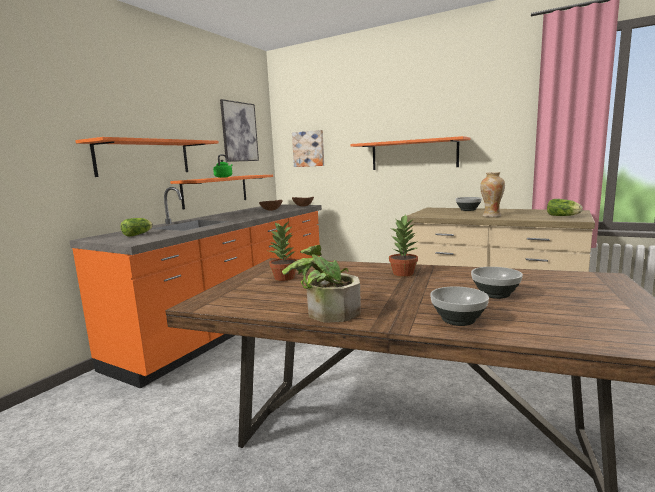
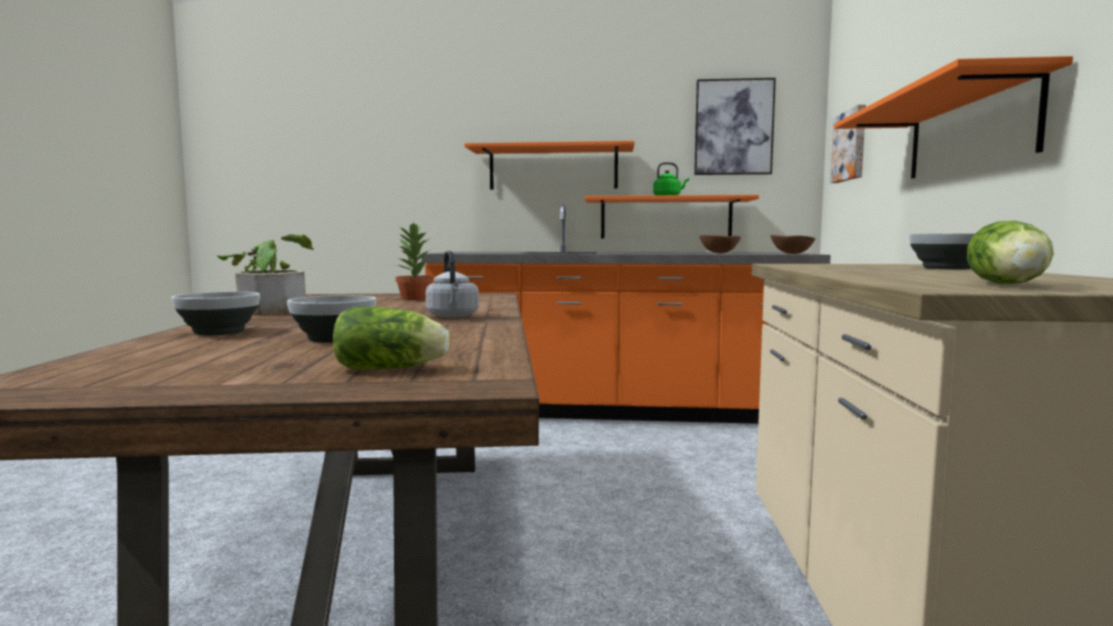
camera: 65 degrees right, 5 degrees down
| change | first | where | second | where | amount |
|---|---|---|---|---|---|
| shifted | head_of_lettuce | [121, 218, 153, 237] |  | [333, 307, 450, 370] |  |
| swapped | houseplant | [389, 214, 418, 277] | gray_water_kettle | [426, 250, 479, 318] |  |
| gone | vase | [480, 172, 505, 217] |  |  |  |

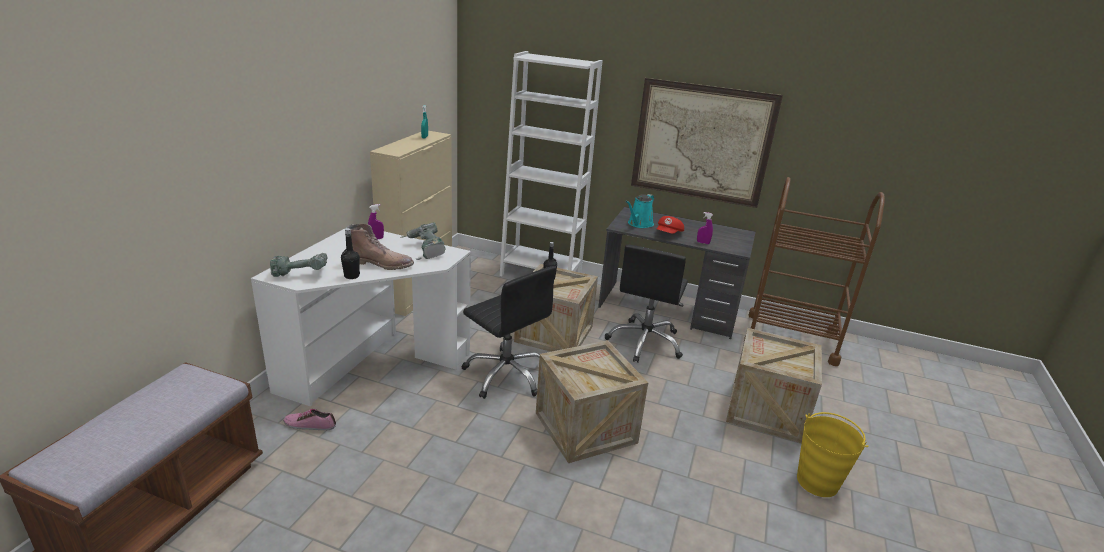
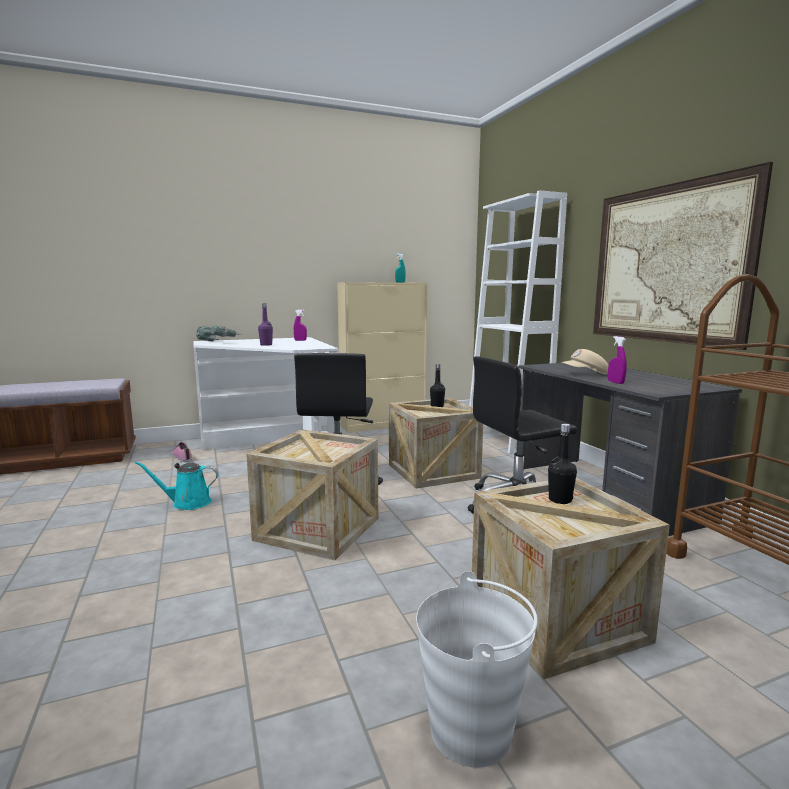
camera: 50 degrees right, 15 degrees down
| change | first | where | second | where | amount |
|---|---|---|---|---|---|
| shifted | blue-green_watering_can | [626, 194, 654, 228] |  | [135, 461, 219, 510] |  |
| swapped | brownish_boot | [347, 224, 414, 270] | purple-coloured_beverage_bottle | [258, 304, 273, 346] |  |
| repainted | yellow_water_bucket | [797, 412, 869, 497] | white-coloured_water_bucket | [416, 571, 538, 768] |  |
| shifted | black-coloured_beverage_bottle | [341, 228, 360, 279] |  | [548, 424, 577, 504] |  |
| repainted | reddish_baseball_cap | [657, 216, 684, 234] | beige-coloured_baseball_cap | [561, 349, 609, 375] |  |
| gone | electric_drill | [401, 222, 446, 260] |  |  |  |

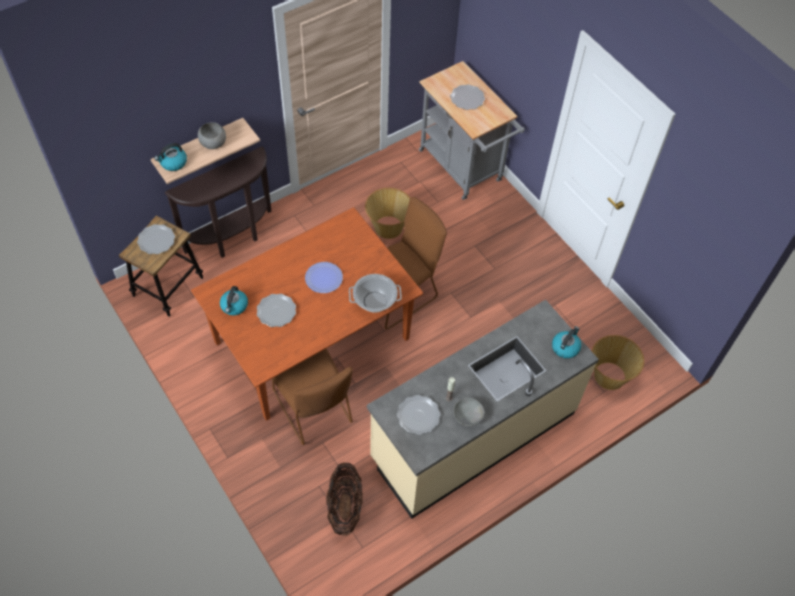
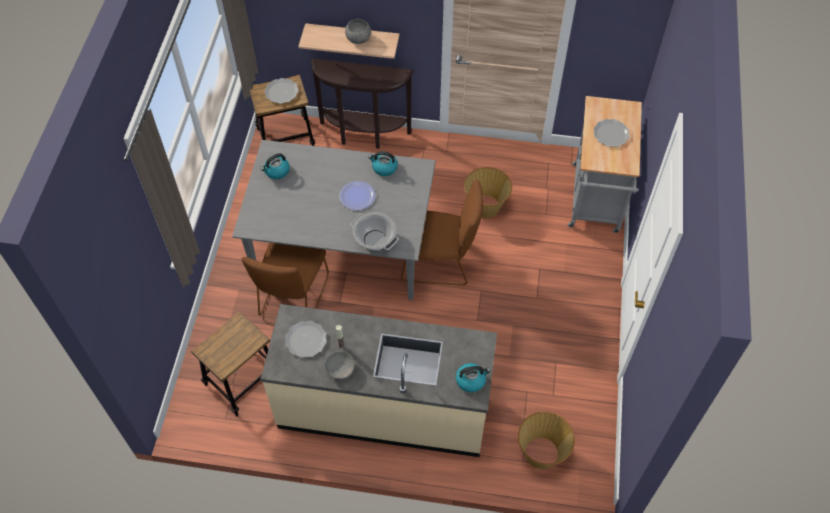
camera: 45 degrees right, 0 degrees up
| change | first | where | second | where | amount |
|---|---|---|---|---|---|
| swapped | storage_basket | [326, 462, 363, 536] | stool | [191, 311, 270, 416] |  |
| repainted | brownish_kitchen_table | [191, 207, 423, 421] | gray_kitchen_table | [232, 140, 436, 300] |  |
| shifted | water_kettle | [154, 143, 187, 171] |  | [368, 151, 398, 176] |  |
| gone | plate | [257, 294, 296, 327] |  |  |  |

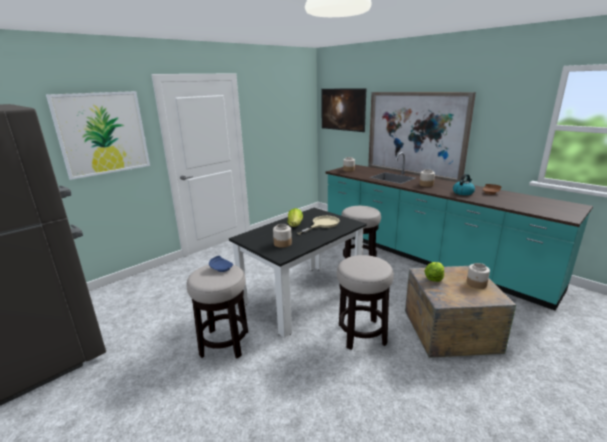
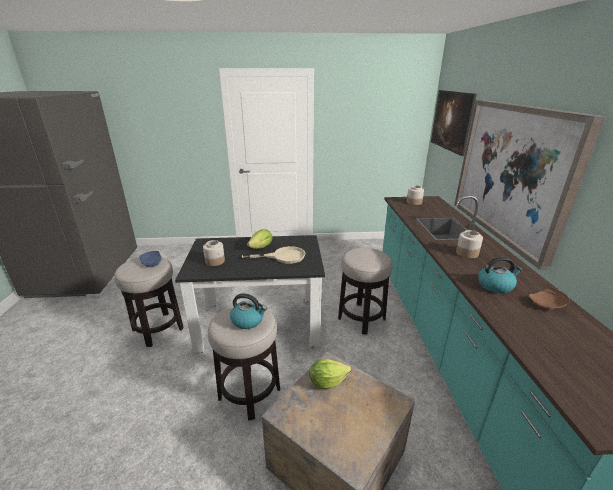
camera: 40 degrees right, 5 degrees up
| change | first | where | second | where | amount |
|---|---|---|---|---|---|
| new |  |  | water_kettle | [230, 293, 267, 329] |  |
| gone | wall_picture | [46, 91, 150, 180] |  |  |  |
| gone | jar | [467, 263, 490, 289] |  |  |  |

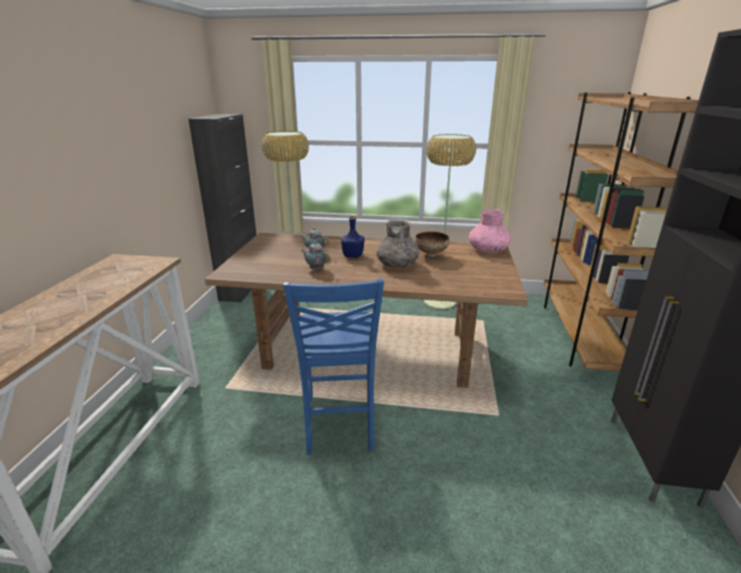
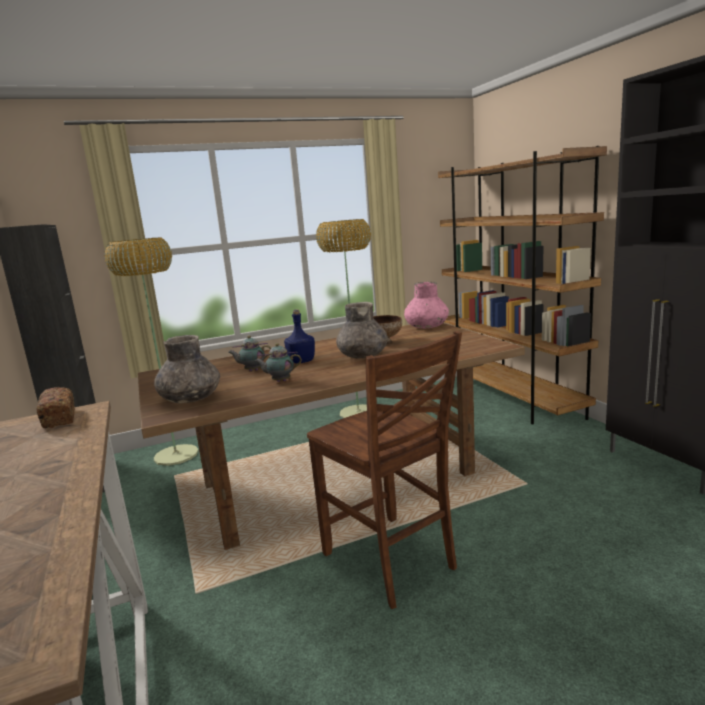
camera: 30 degrees left, 10 degrees down
| change | first | where | second | where | amount |
|---|---|---|---|---|---|
| new |  |  | baked_bread | [36, 387, 75, 428] |  |
| new |  |  | gray_vase | [154, 335, 220, 403] |  |
| repainted | blue_chair | [283, 279, 384, 455] | brownish_chair | [307, 331, 462, 609] |  |

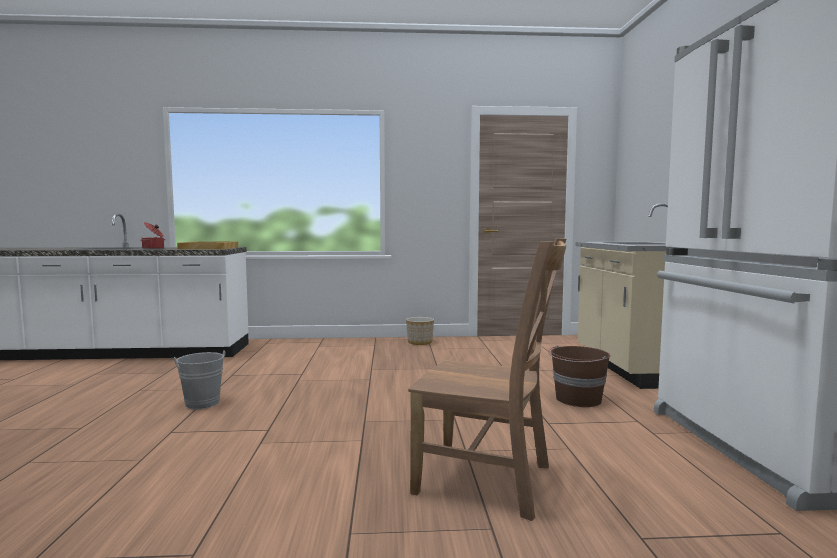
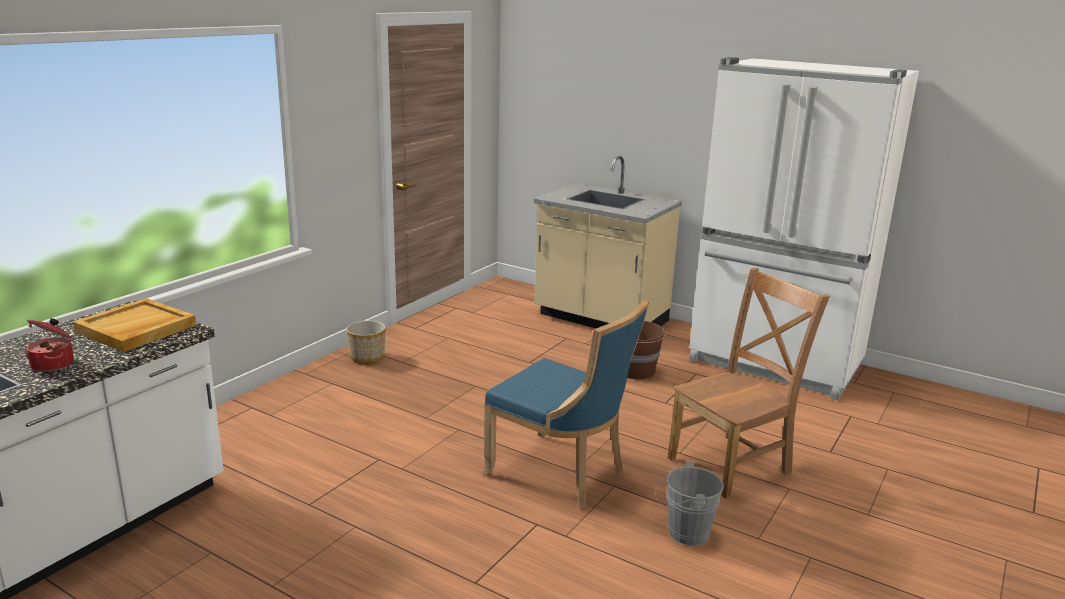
camera: 55 degrees left, 15 degrees up
| change | first | where | second | where | amount |
|---|---|---|---|---|---|
| new |  |  | blue_chair | [482, 301, 649, 509] |  |
| shifted | gray_water_bucket | [174, 350, 225, 410] |  | [655, 461, 724, 546] |  |

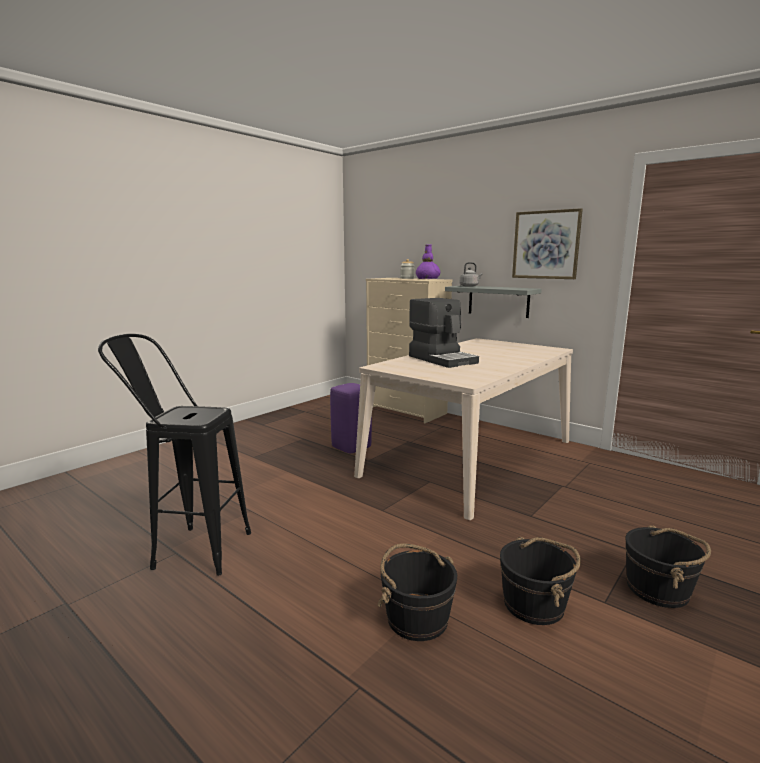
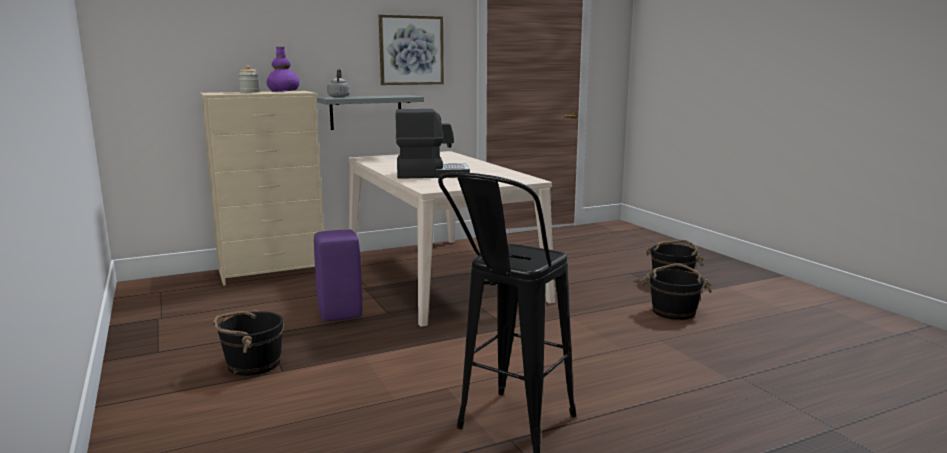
camera: 65 degrees left, 0 degrees up
| change | first | where | second | where | amount |
|---|---|---|---|---|---|
| shifted | black-coloured_water_bucket | [377, 543, 457, 641] |  | [213, 310, 283, 376] |  |

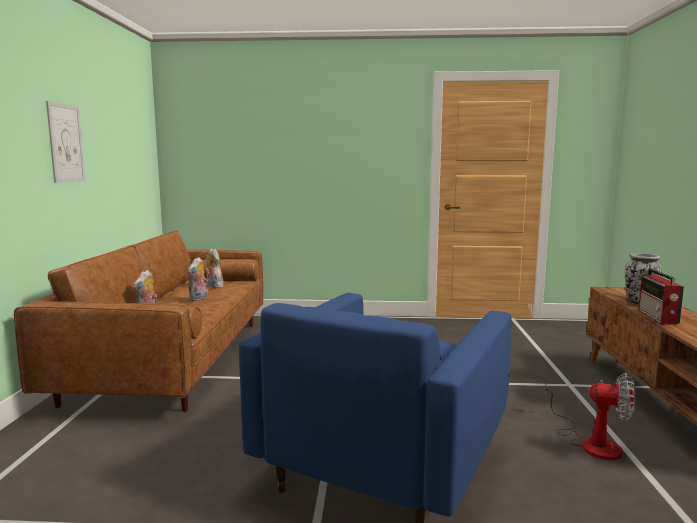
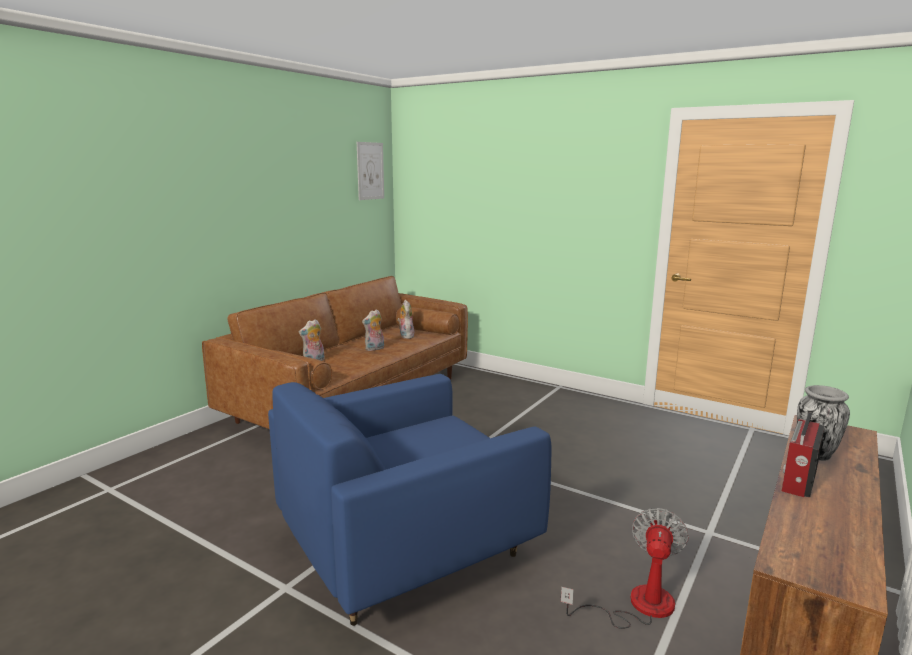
camera: 30 degrees right, 5 degrees up
| change | first | where | second | where | amount |
|---|---|---|---|---|---|
| shifted | wall_picture | [46, 101, 85, 183] |  | [357, 142, 384, 200] |  |
| rotated | cooling_fan | [545, 373, 636, 460] |  | [561, 508, 689, 629] | 120 degrees counterclockwise |

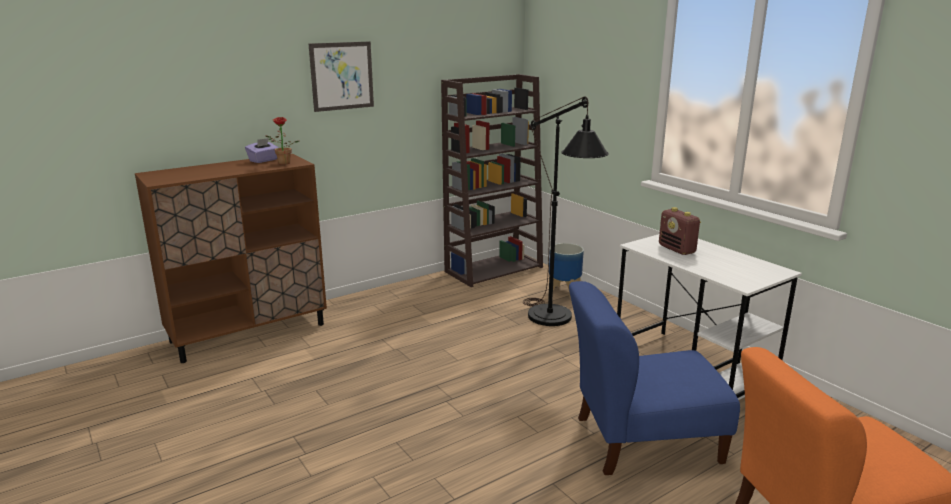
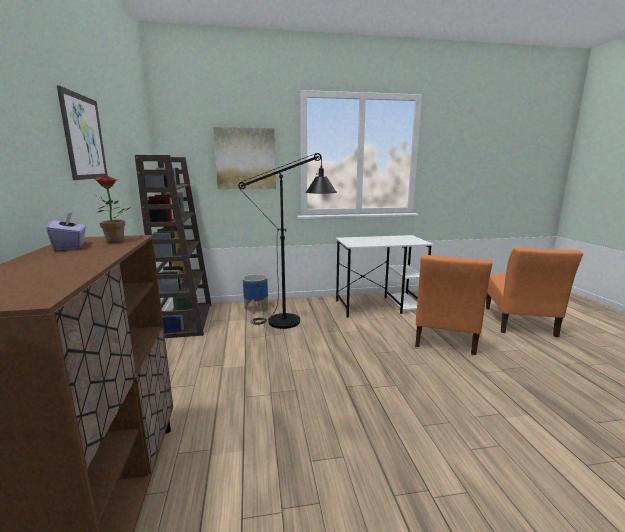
camera: 65 degrees left, 5 degrees down
| change | first | where | second | where | amount |
|---|---|---|---|---|---|
| new |  |  | wall_picture | [213, 127, 276, 189] |  |
| repainted | blue_chair | [569, 281, 740, 475] | orange-coloured_chair | [415, 255, 492, 355] |  |
| gone | radio_set | [659, 207, 701, 255] |  |  |  |

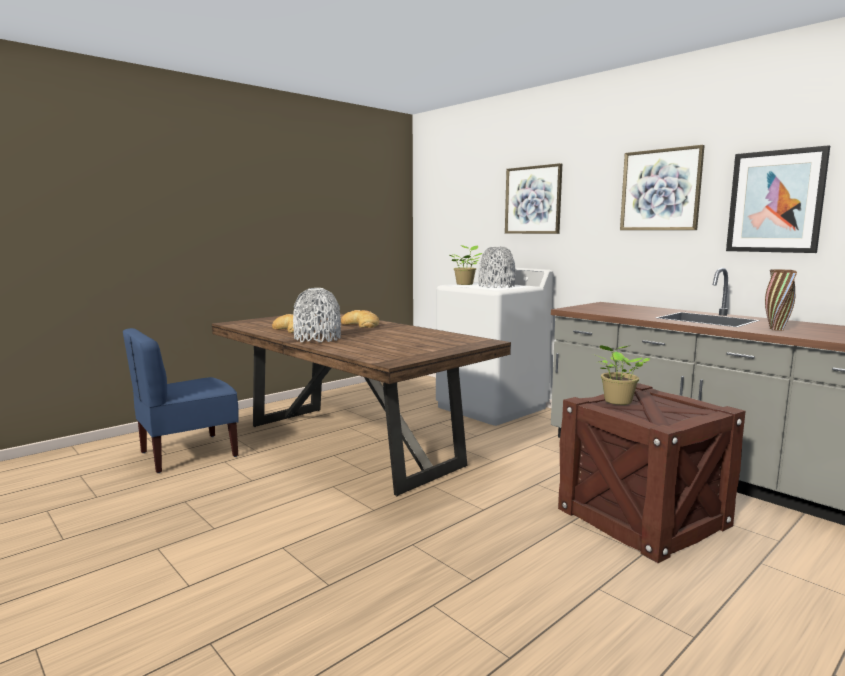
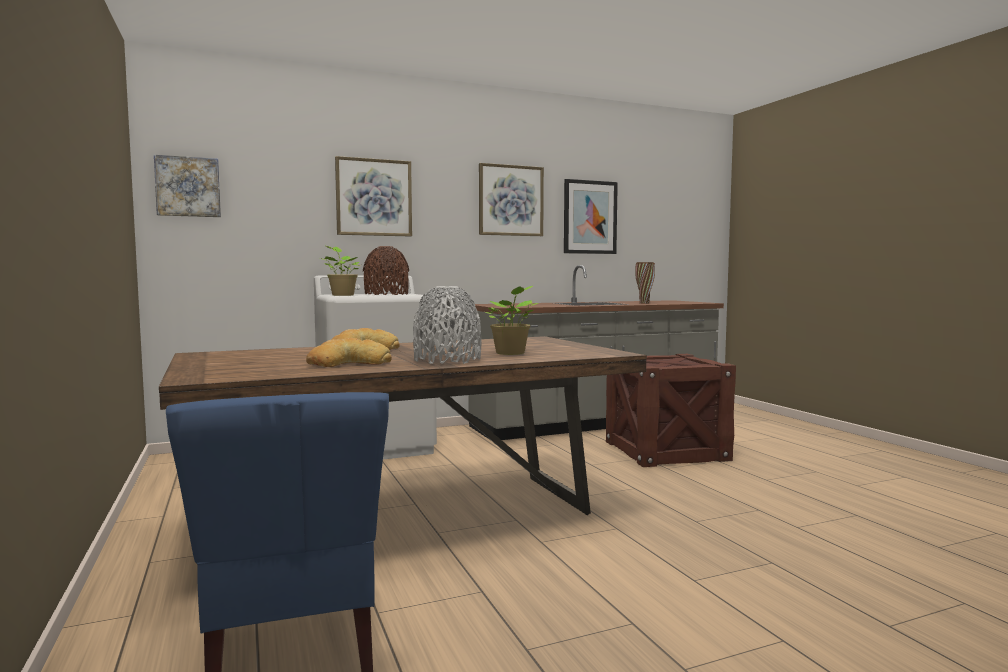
camera: 70 degrees left, 5 degrees down
| change | first | where | second | where | amount |
|---|---|---|---|---|---|
| new |  |  | wall_picture | [154, 155, 221, 217] |  |
| repainted | gray_vase | [478, 246, 516, 288] | brownish_vase | [363, 246, 409, 295] |  |
| shifted | houseplant | [593, 345, 650, 405] |  | [486, 286, 538, 355] |  |

